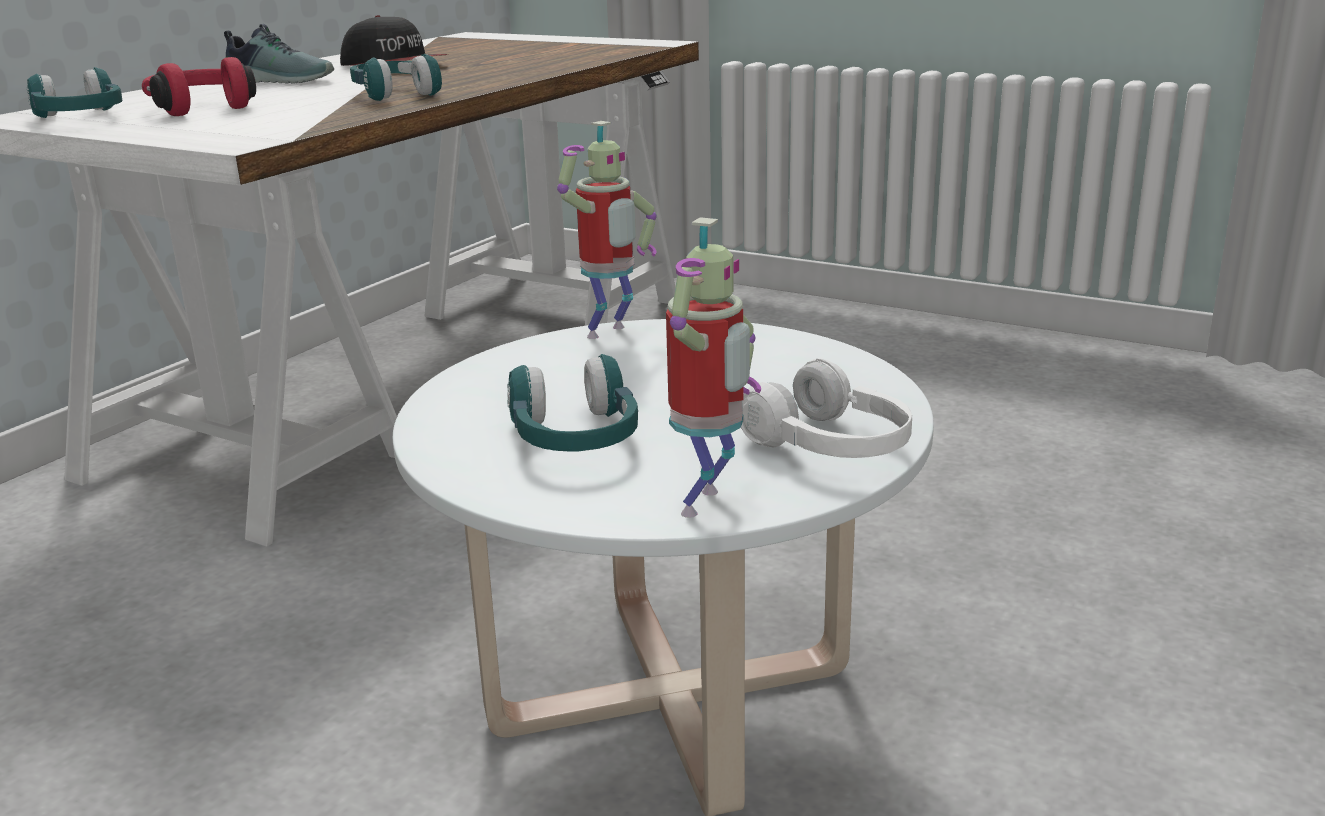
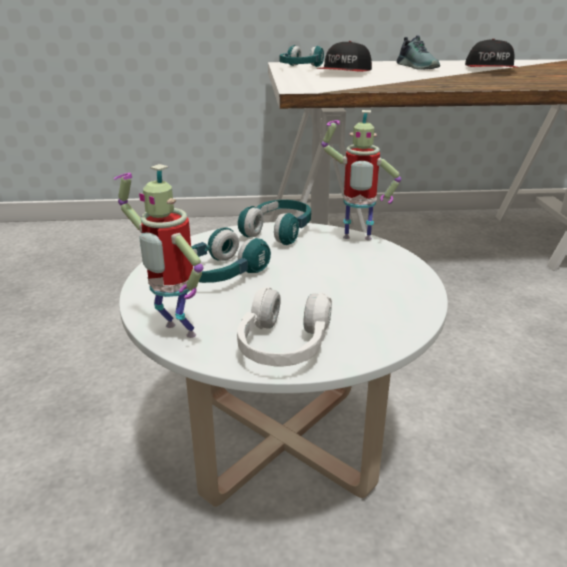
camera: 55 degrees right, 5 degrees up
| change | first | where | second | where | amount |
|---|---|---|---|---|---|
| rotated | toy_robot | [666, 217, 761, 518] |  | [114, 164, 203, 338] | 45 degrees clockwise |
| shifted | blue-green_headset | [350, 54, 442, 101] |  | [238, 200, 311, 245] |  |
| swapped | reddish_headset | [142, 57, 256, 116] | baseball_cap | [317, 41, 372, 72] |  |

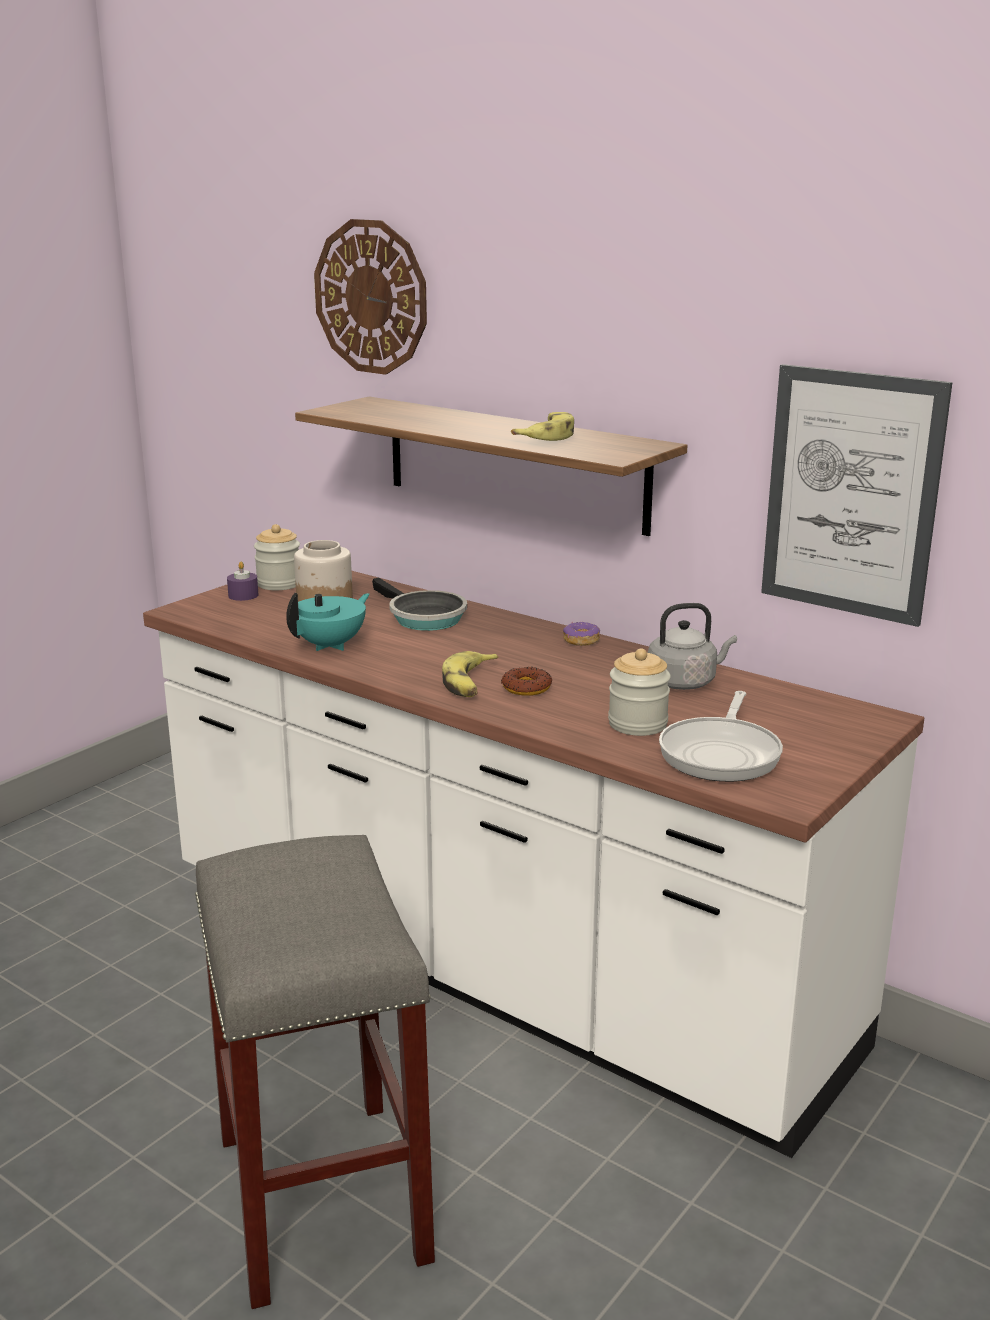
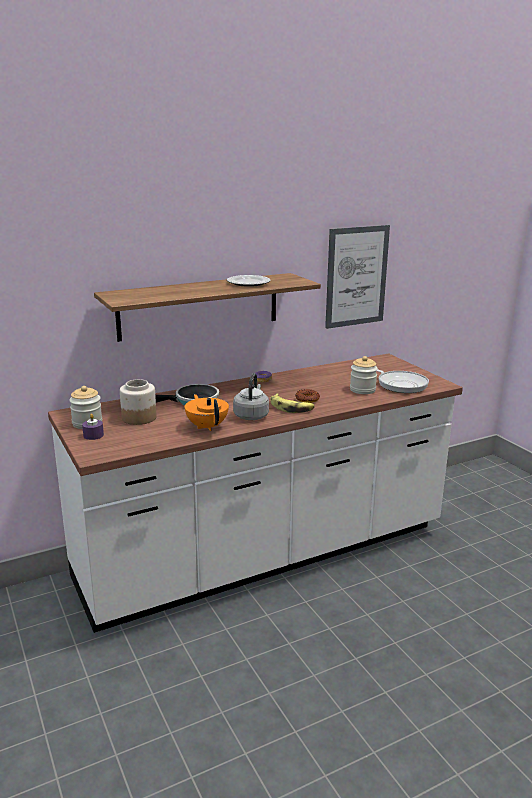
camera: 65 degrees left, 0 degrees up
| change | first | where | second | where | amount |
|---|---|---|---|---|---|
| repainted | blue-green_teapot | [286, 593, 370, 651] | orange-coloured_teapot | [185, 394, 229, 431] |  |
| swapped | whole_banana | [511, 412, 574, 441] | plate | [227, 275, 271, 287] |  |
| shifted | gray_water_kettle | [648, 603, 737, 690] |  | [233, 373, 269, 420] |  |
| gone | gray_stool | [195, 835, 435, 1309] |  |  |  |
| gone | hanging_clock | [314, 219, 427, 375] |  |  |  |

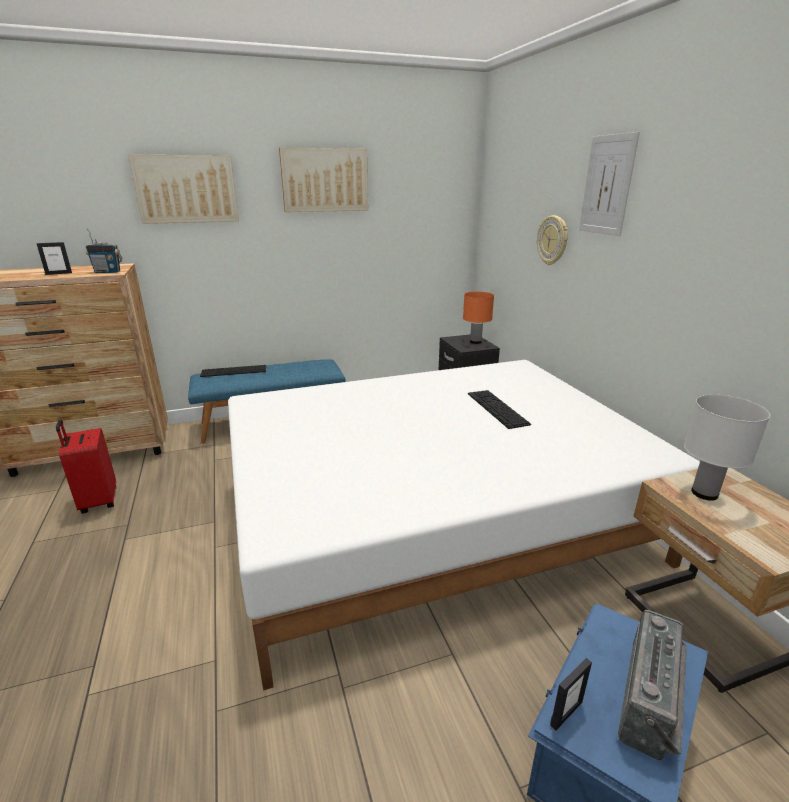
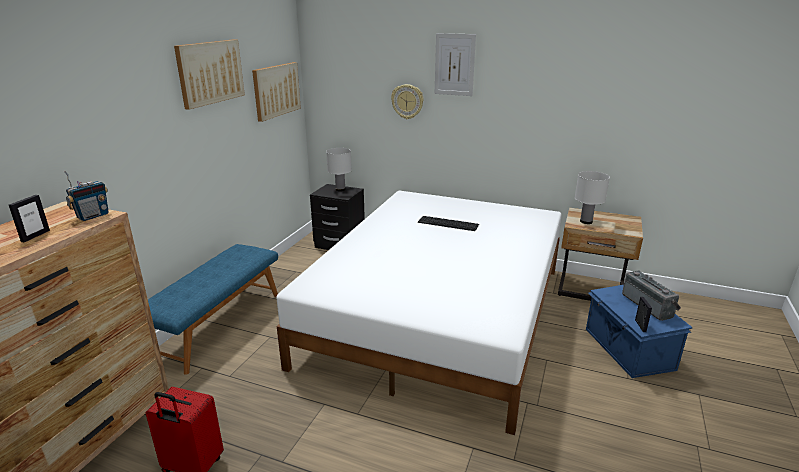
camera: 50 degrees left, 0 degrees up
| change | first | where | second | where | amount |
|---|---|---|---|---|---|
| shifted | wall_picture | [128, 154, 239, 224] |  | [252, 62, 301, 122] |  |
| repainted | orange-coloured_table_lamp | [463, 292, 494, 344] | white-coloured_table_lamp | [326, 148, 352, 191] |  |
| gone | PC_keyboard | [200, 365, 266, 377] |  |  |  |

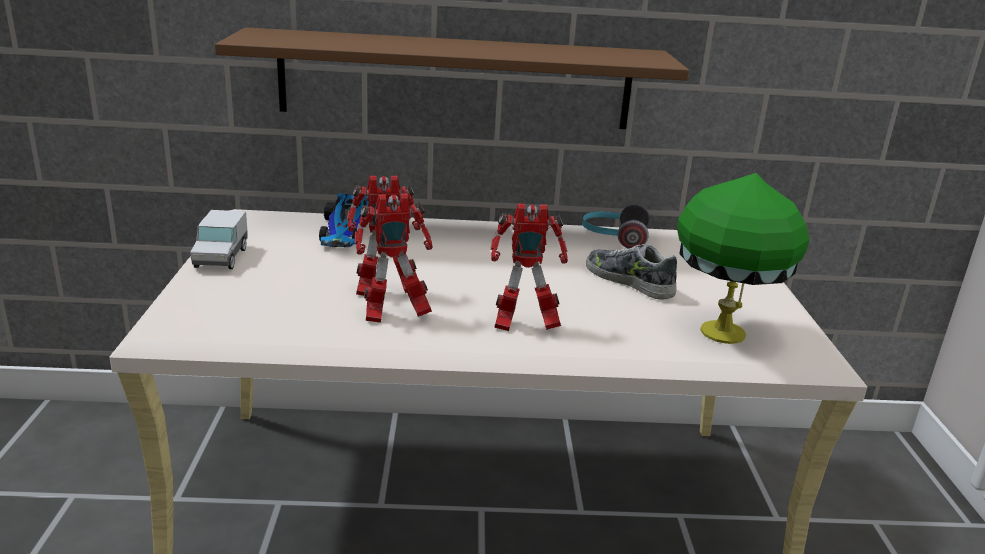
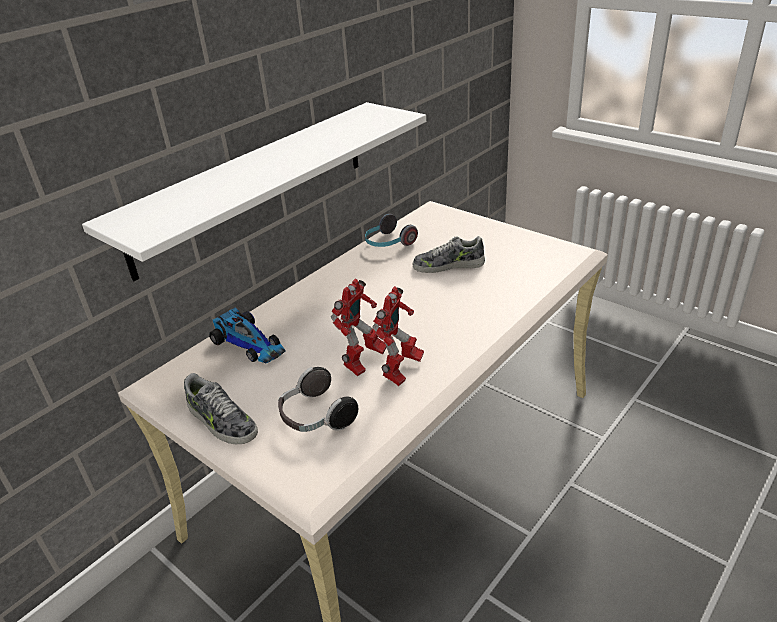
camera: 45 degrees left, 10 degrees up
| change | first | where | second | where | amount |
|---|---|---|---|---|---|
| repainted | brownish_bracket_shelf | [215, 27, 689, 129] | white-coloured_bracket_shelf | [82, 102, 426, 281] |  |
| swapped | toy_truck | [190, 210, 247, 269] | item_of_footwear | [184, 373, 258, 445] |  |
| new |  |  | headset | [278, 367, 358, 432] |  |
| gone | toy_robot | [490, 204, 568, 331] |  |  |  |
| gone | green-coloured_table_lamp | [677, 173, 809, 344] |  |  |  |

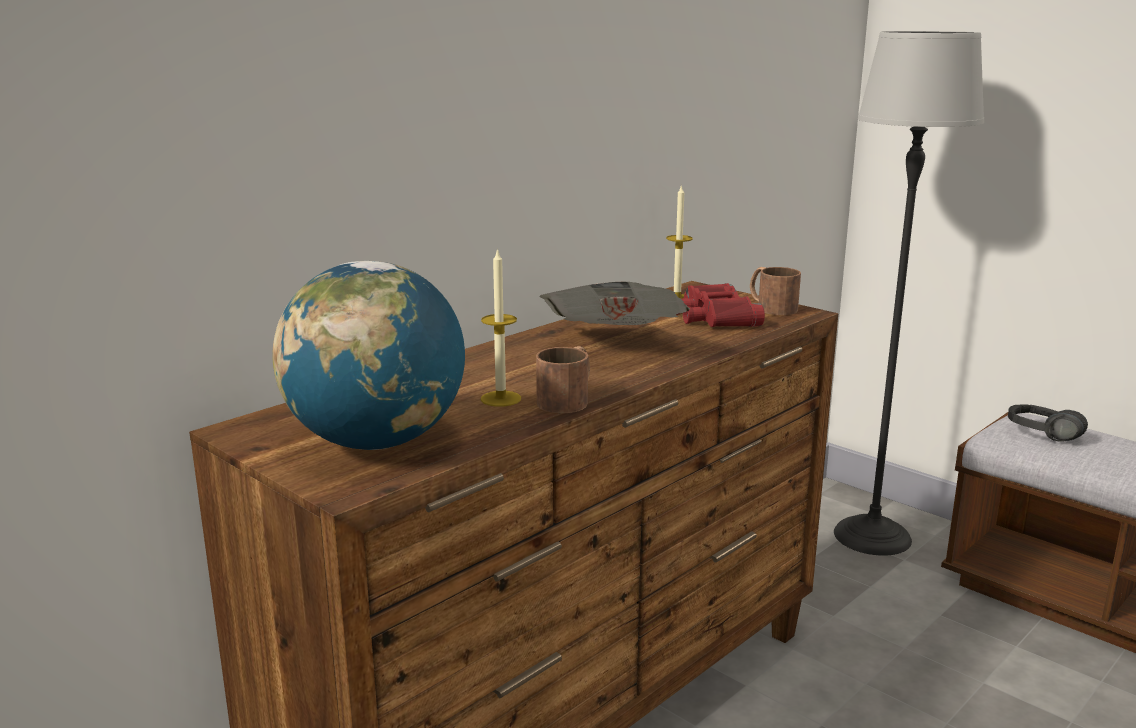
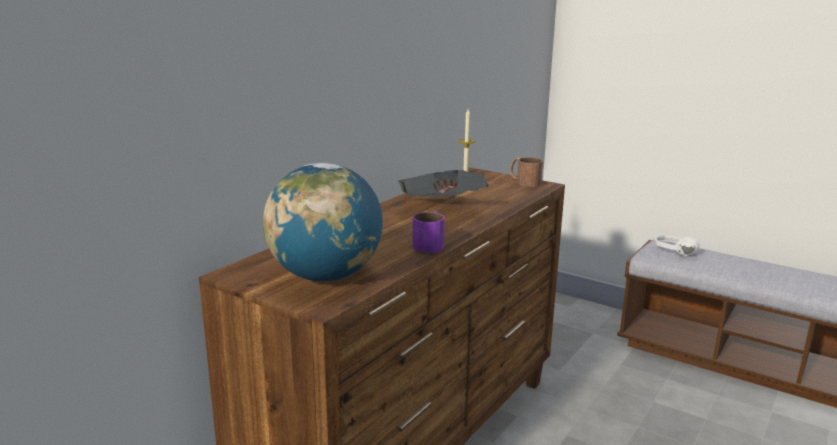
camera: 10 degrees left, 0 degrees up
| change | first | where | second | where | amount |
|---|---|---|---|---|---|
| repainted | brownish_coffee_mug | [536, 346, 590, 413] | purple-coloured_coffee_mug | [412, 211, 445, 253] |  |
| repainted | black-coloured_headset | [1008, 404, 1088, 442] | white-coloured_headset | [653, 235, 699, 256] |  |
| gone | candle | [481, 248, 521, 407] |  |  |  |
| gone | reddish_field_glasses | [676, 283, 765, 327] |  |  |  |
| gone | floor_lamp | [834, 31, 984, 556] |  |  |  |

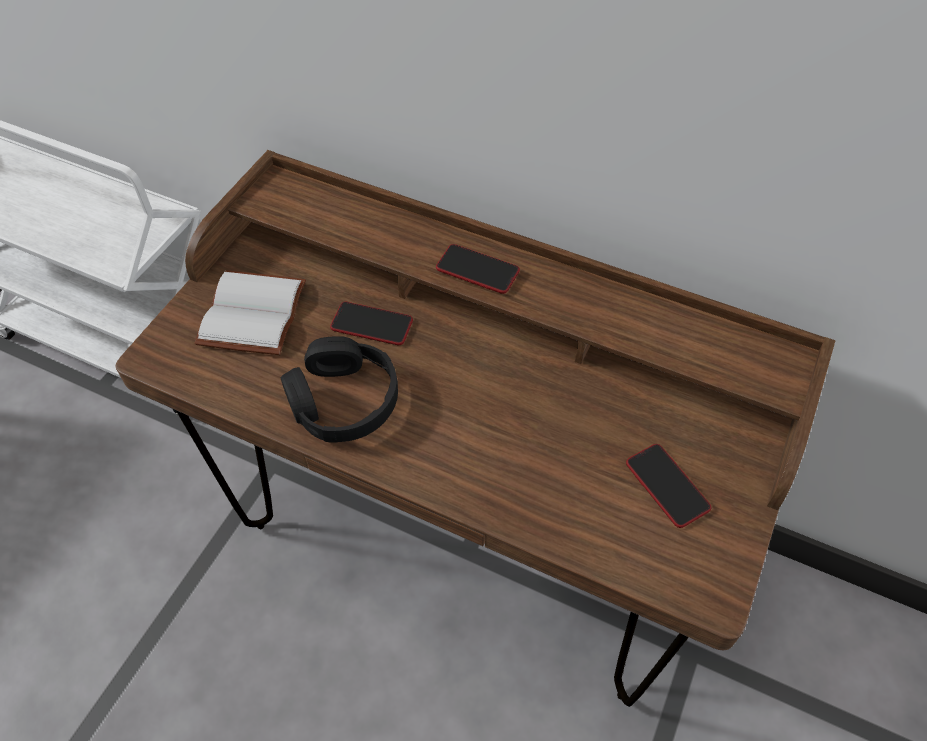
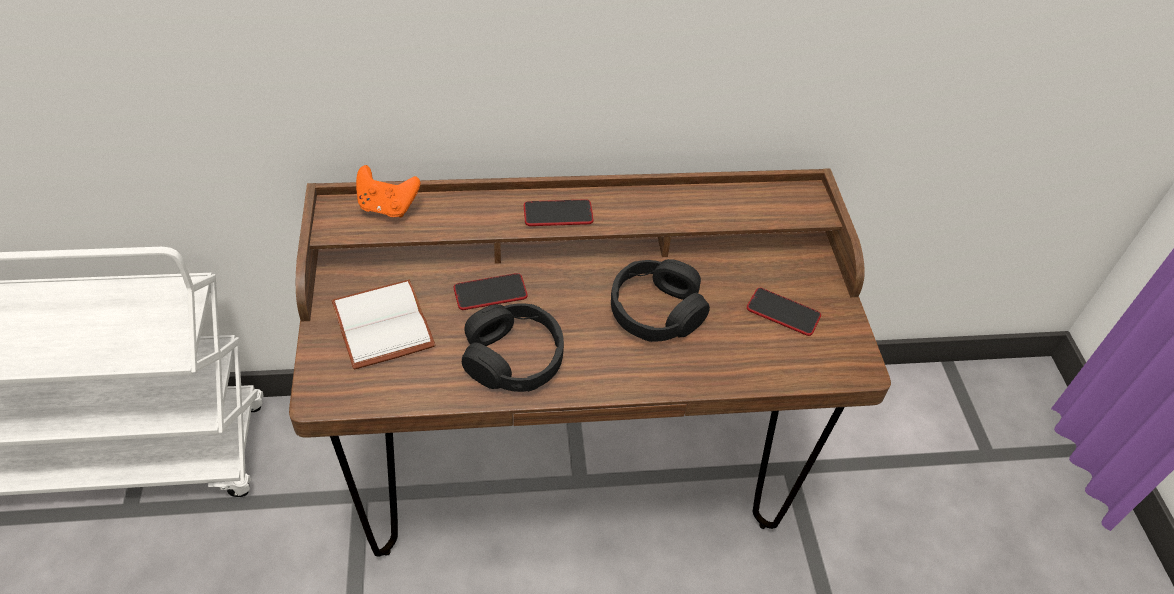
camera: 35 degrees left, 5 degrees down
| change | first | where | second | where | amount |
|---|---|---|---|---|---|
| new |  |  | orange-coloured_gamepad | [356, 165, 420, 217] |  |
| new |  |  | black-coloured_headset | [611, 259, 710, 342] |  |

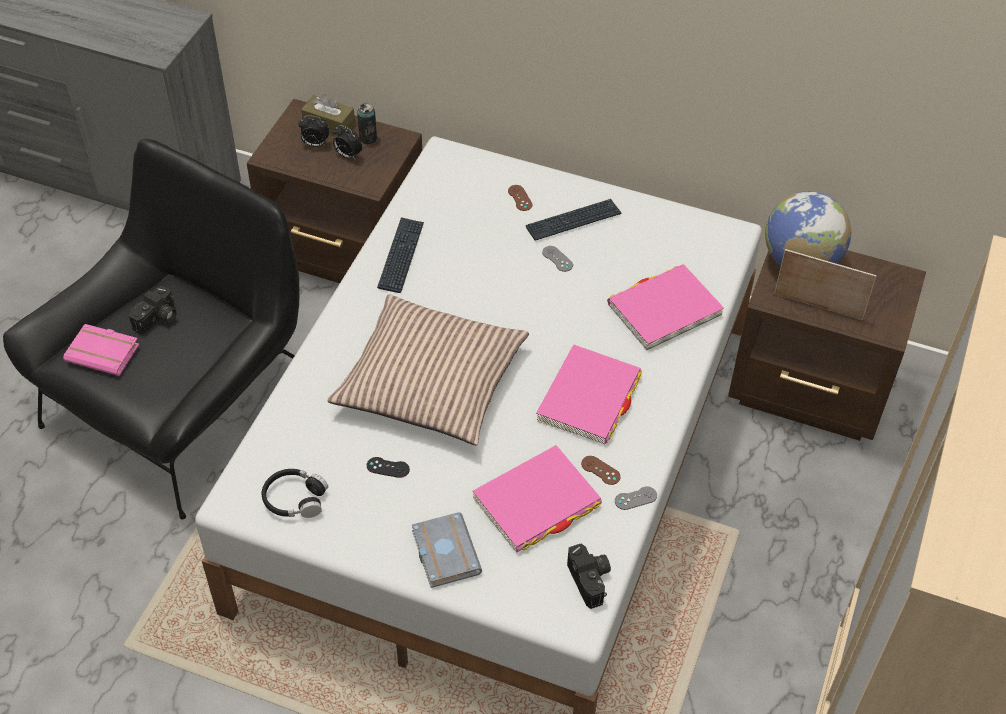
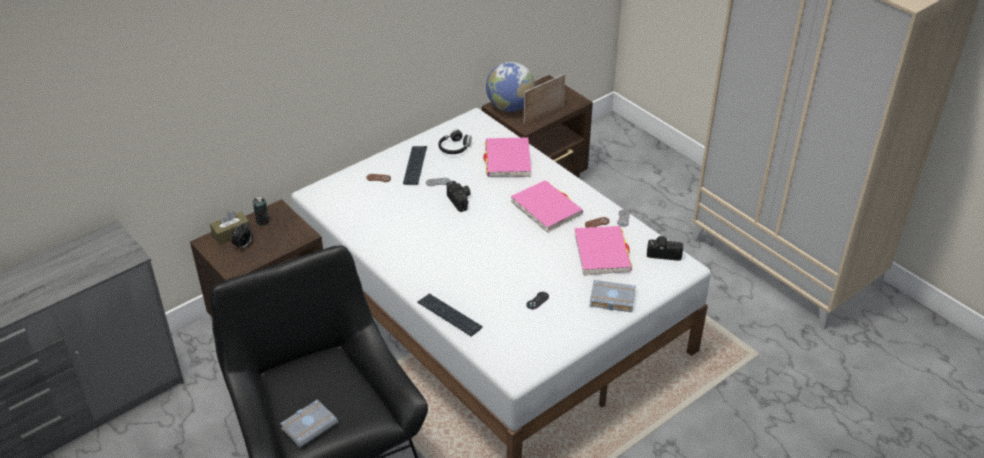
camera: 60 degrees left, 10 degrees down
| change | first | where | second | where | amount |
|---|---|---|---|---|---|
| repainted | pink_bound_book | [63, 324, 139, 376] | gray_bound_book | [280, 399, 338, 448] |  |
| shifted | PC_keyboard | [377, 217, 424, 293] |  | [417, 293, 483, 336] |  |
| shifted | black-coloured_headset | [262, 469, 328, 518] |  | [438, 129, 472, 154] |  |
| shifted | photo_camera | [129, 286, 177, 334] |  | [447, 181, 471, 212] |  |
| gone | throw_pillow | [327, 295, 529, 445] |  |  |  |
| gone | alarm_clock | [333, 125, 362, 159] |  |  |  |

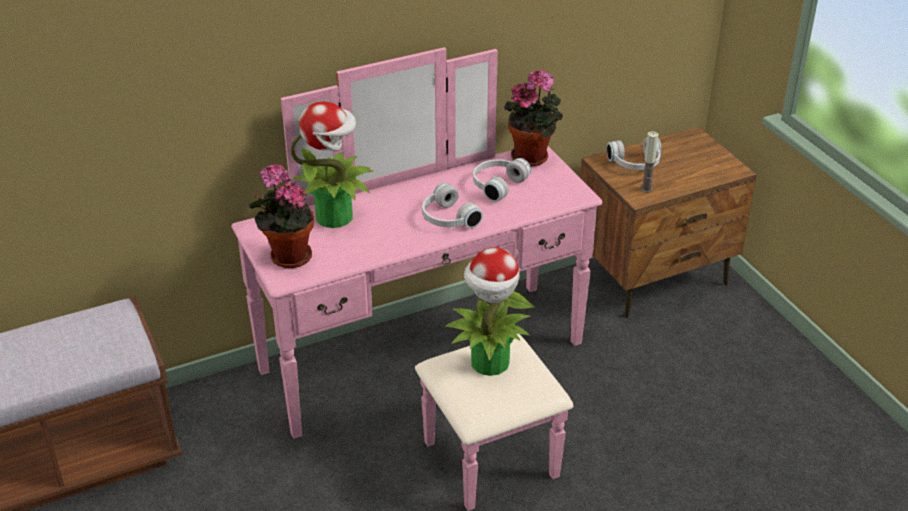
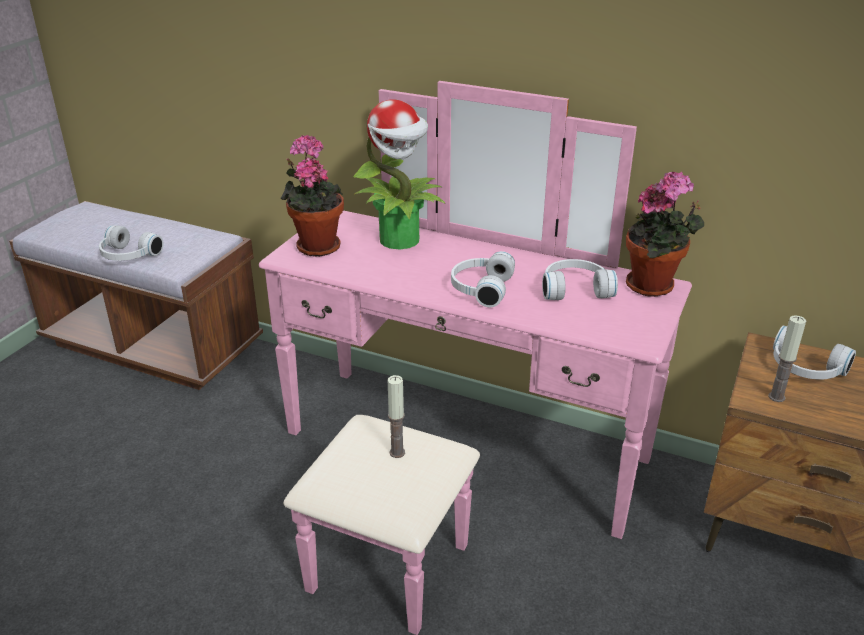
camera: 50 degrees right, 5 degrees down
| change | first | where | second | where | amount |
|---|---|---|---|---|---|
| new |  |  | white-coloured_headset | [99, 225, 164, 261] |  |
| swapped | houseplant | [445, 247, 535, 376] | candle | [388, 375, 405, 458] |  |

